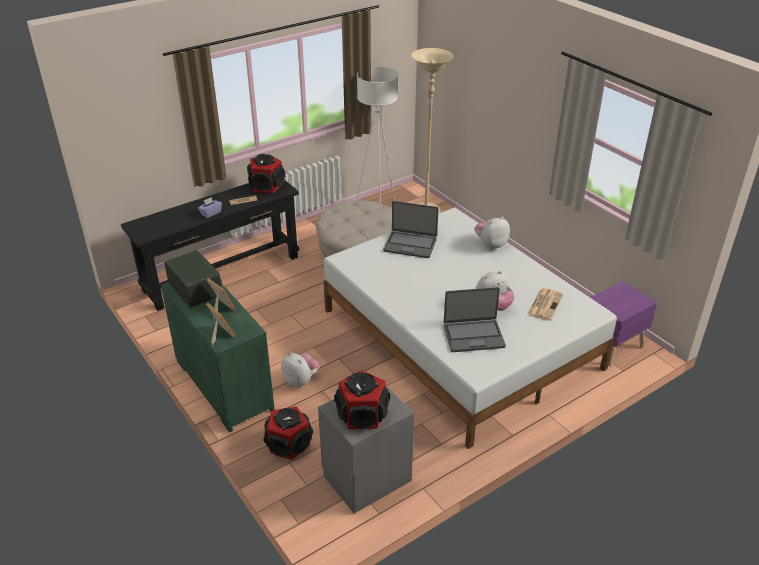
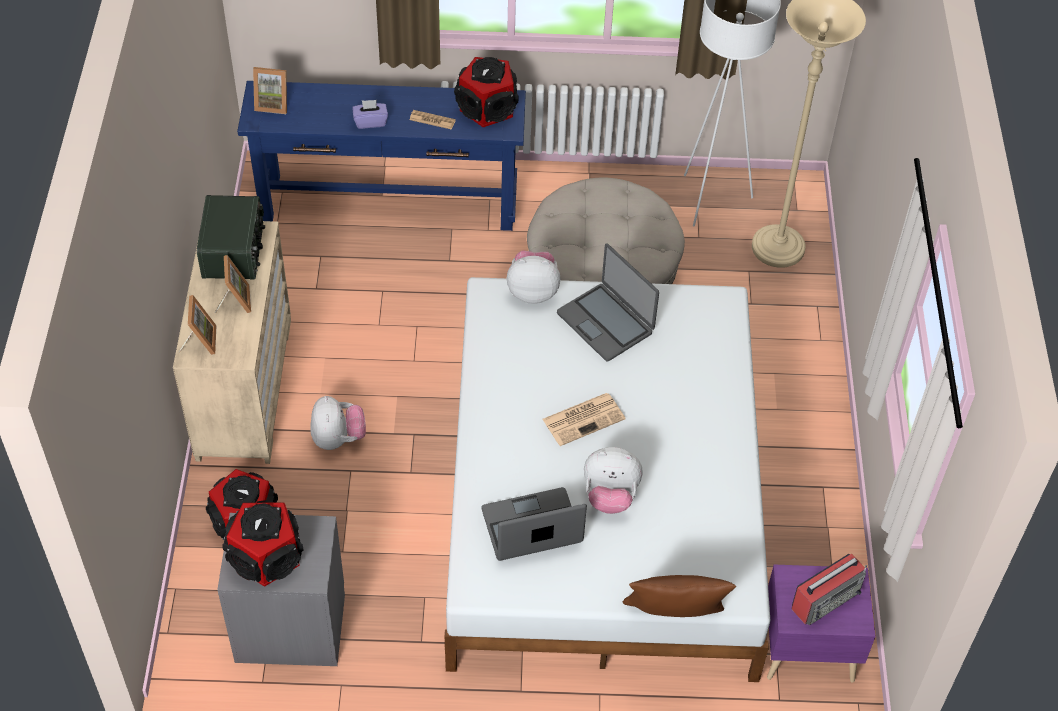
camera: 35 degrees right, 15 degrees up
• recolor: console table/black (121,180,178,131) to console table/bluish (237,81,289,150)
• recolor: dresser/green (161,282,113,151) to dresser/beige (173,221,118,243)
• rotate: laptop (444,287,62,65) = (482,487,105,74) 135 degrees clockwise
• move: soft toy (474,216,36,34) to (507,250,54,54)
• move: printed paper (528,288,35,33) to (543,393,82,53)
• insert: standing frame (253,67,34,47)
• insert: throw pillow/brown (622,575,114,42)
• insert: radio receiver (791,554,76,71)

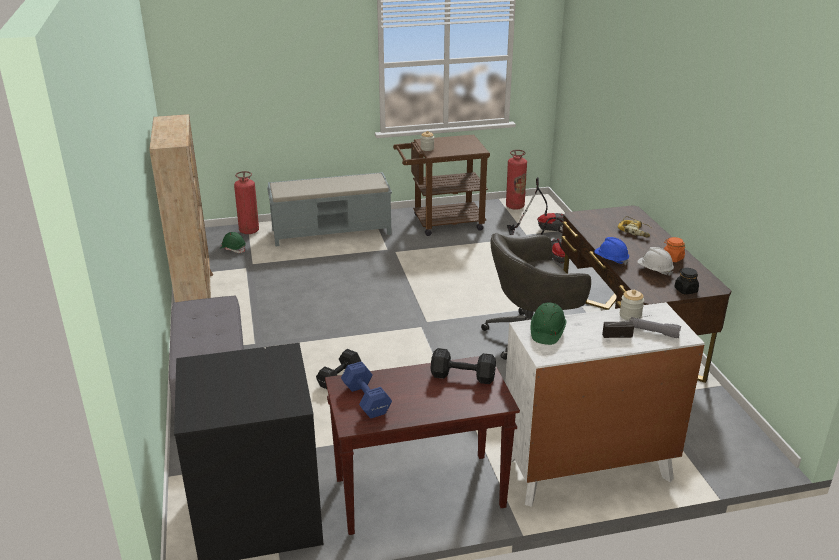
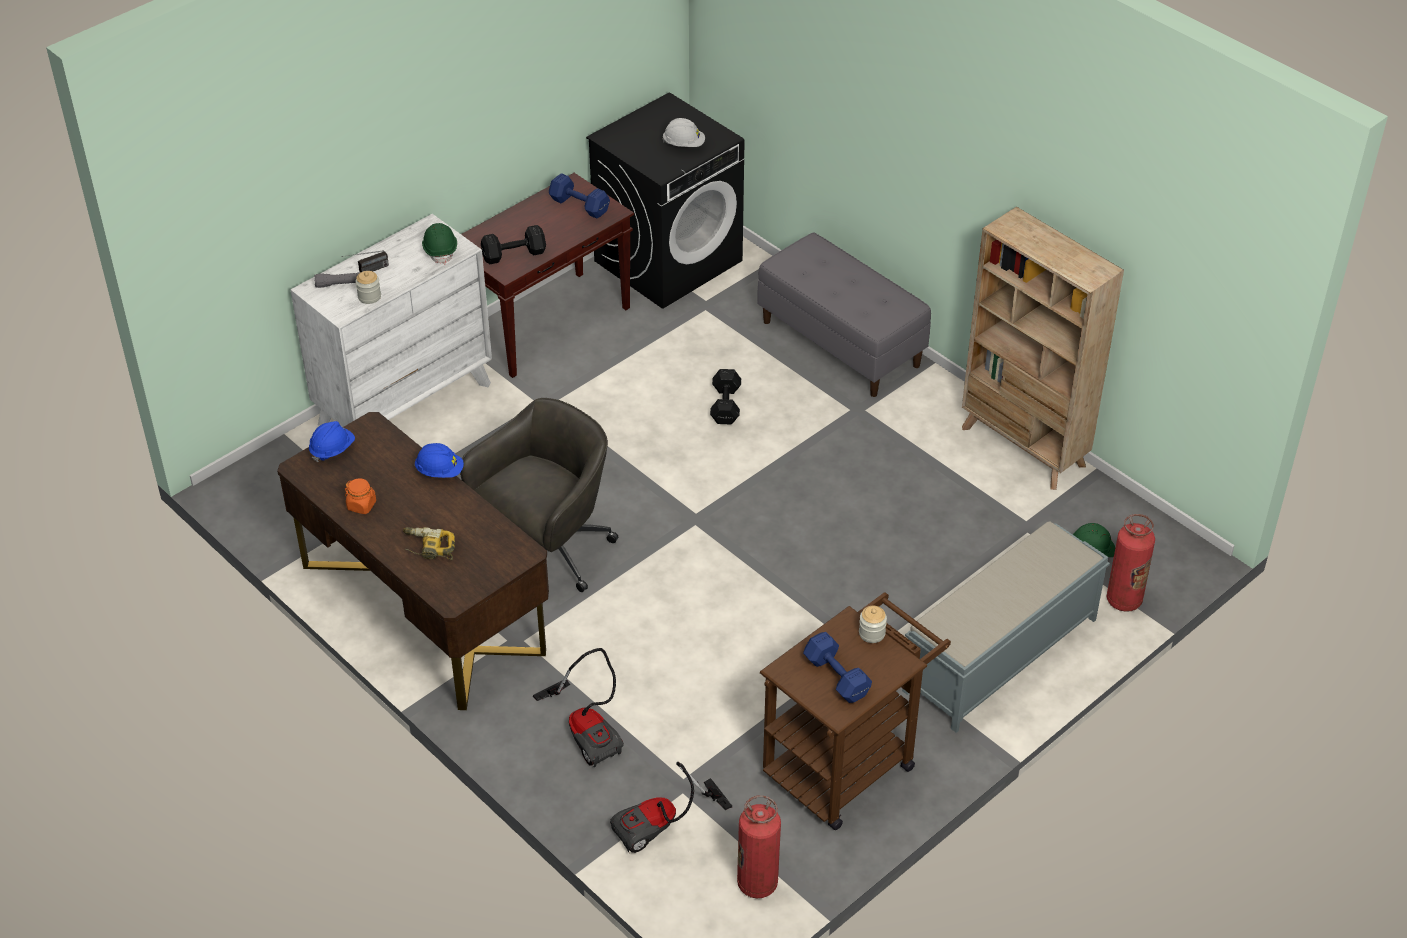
camera: 150 degrees right, 15 degrees up
• move: safety helmet/white (637,247,37,29) to (662,118,43,29)
• replace: preserve jar/black (674,268,25,27) to safety helmet/bluish (309,421,46,41)
• insert: dumbbell/bluish (803,632,69,71)

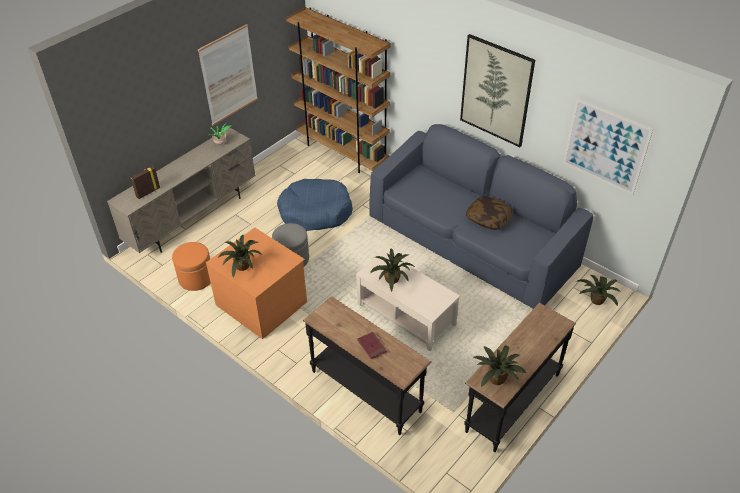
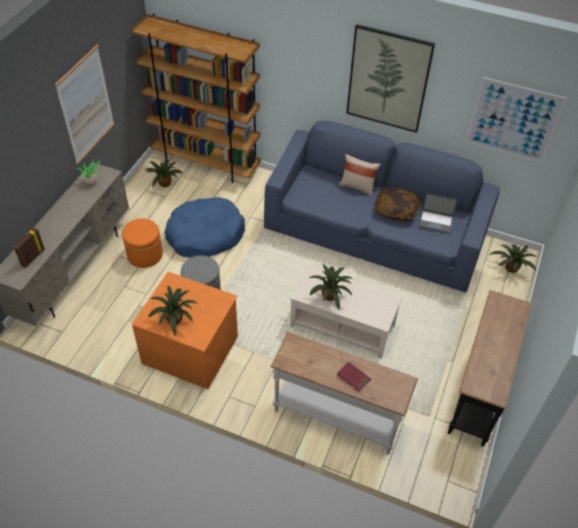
camera: 20 degrees left, 5 degrees up
• move: footrest/orange-coloured (172,242,38,49) to (122,218,41,50)
• recolor: console table/black (303,296,129,139) to console table/white (270,332,148,123)
• move: potted plant (474,346,52,41) to (145,160,38,27)
• insert: throw pillow/beige (339,154,42,42)
• insert: laptop (418,193,40,41)

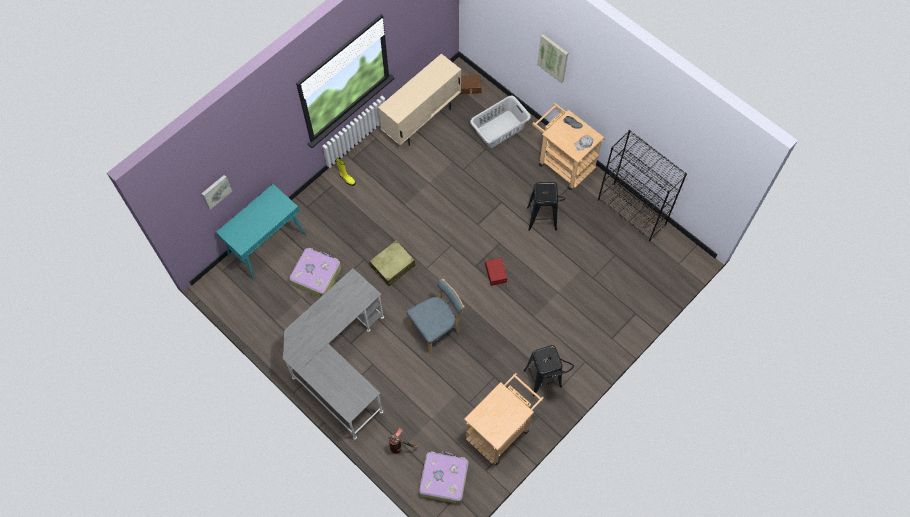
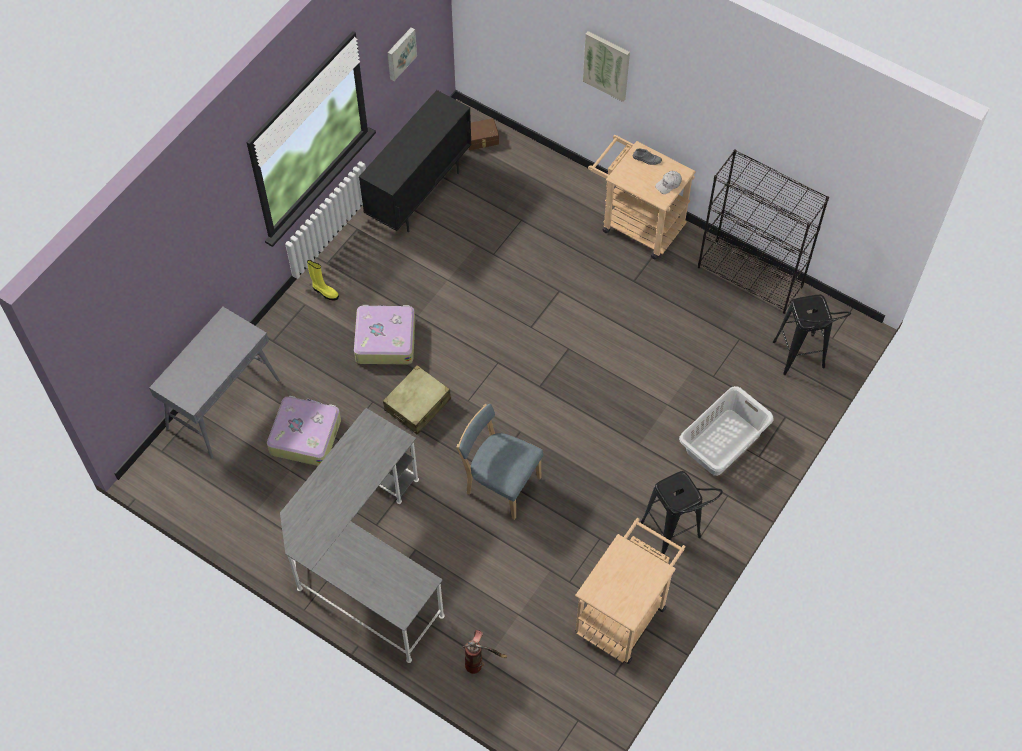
camera: 10 degrees left, 5 degrees down
• move: wall art (201,175,31,35) to (387,27,30,54)
• recolor: console table/turquoise (216,184,90,97) to console table/gray (149,307,130,152)
• recolor: storage cabinet/beige (378,54,83,92) to storage cabinet/black (359,90,113,142)
• rotate: upright chair/bluish (407,279,57,75) = (457,404,86,116) 105 degrees counterclockwise
• move: suitcase (419,451,50,53) to (354,305,61,60)
• move: laundry basket/gray (470,96,61,52) to (679,386,95,90)
• delete: storage container/red (485,258,22,28)
• move: stool/black (527,182,39,49) to (773,295,78,80)

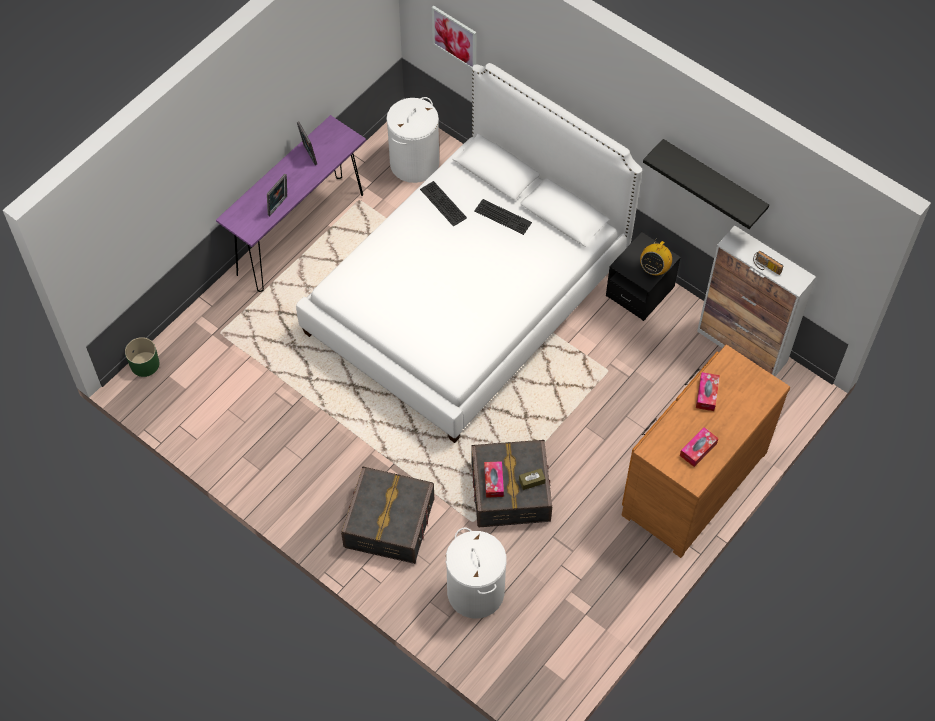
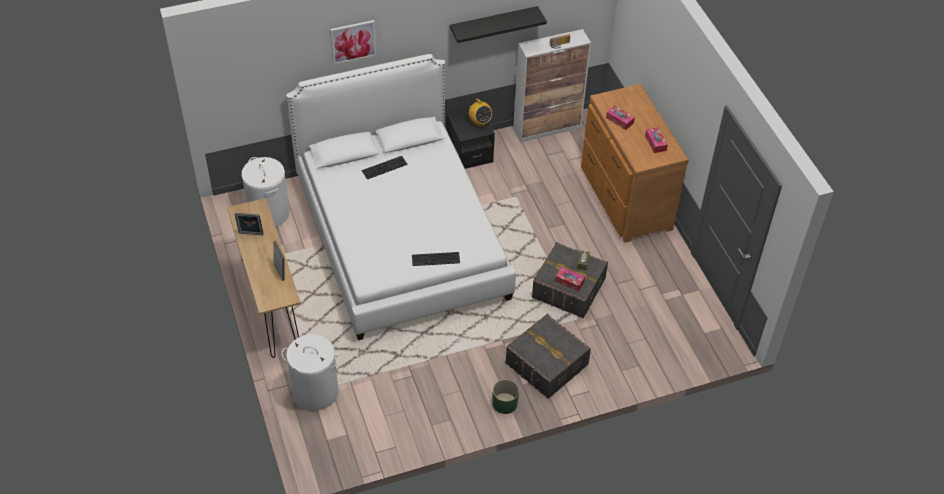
camera: 60 degrees left, 10 degrees down
• move: plant pot/green (125,337,34,40) to (493,379,26,35)
• recolor: console table/purplish (216,115,150,177) to console table/brown (227,198,74,160)
• move: PC keyboard (420,181,47,45) to (412,252,48,14)
• move: wall art (432,5,44,64) to (330,20,46,45)
• move: laundry basket/white (446,528,61,90) to (281,334,59,77)

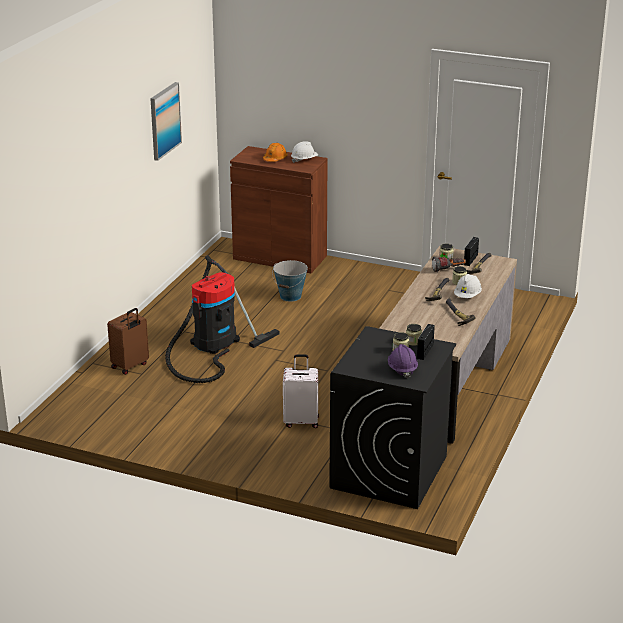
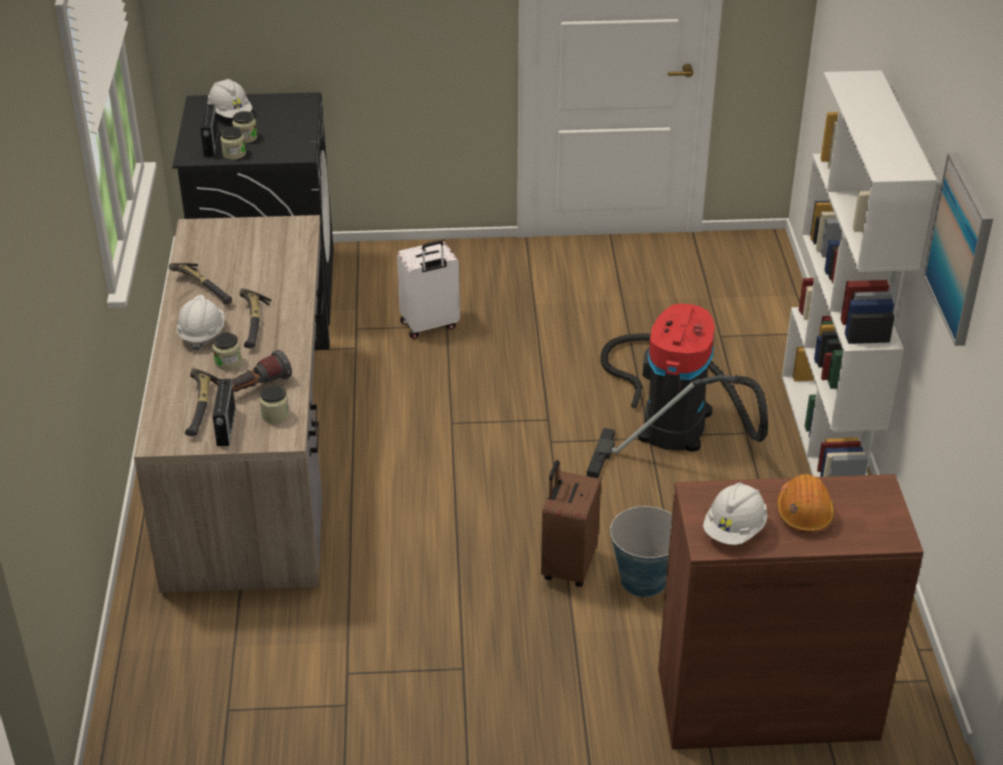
camera: 155 degrees right, 10 degrees up
• move: suitcase/brown (107,308,42,67) to (541,460,60,127)
• recolor: safety helmet/purplish (388,344,30,34) to safety helmet/white (207,79,45,39)
• insert: shelving unit/white (782,71,155,406)

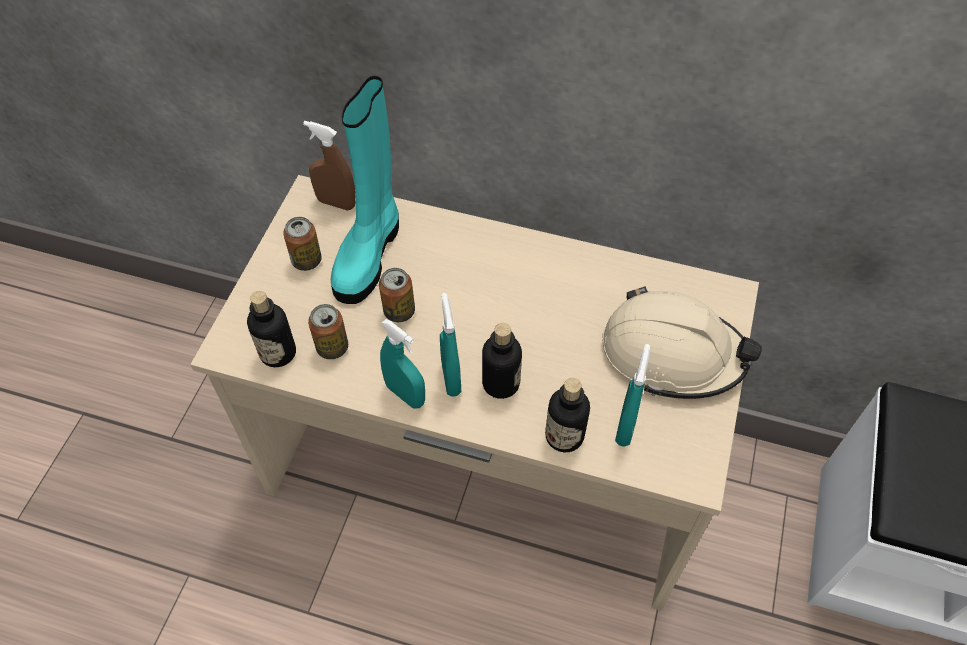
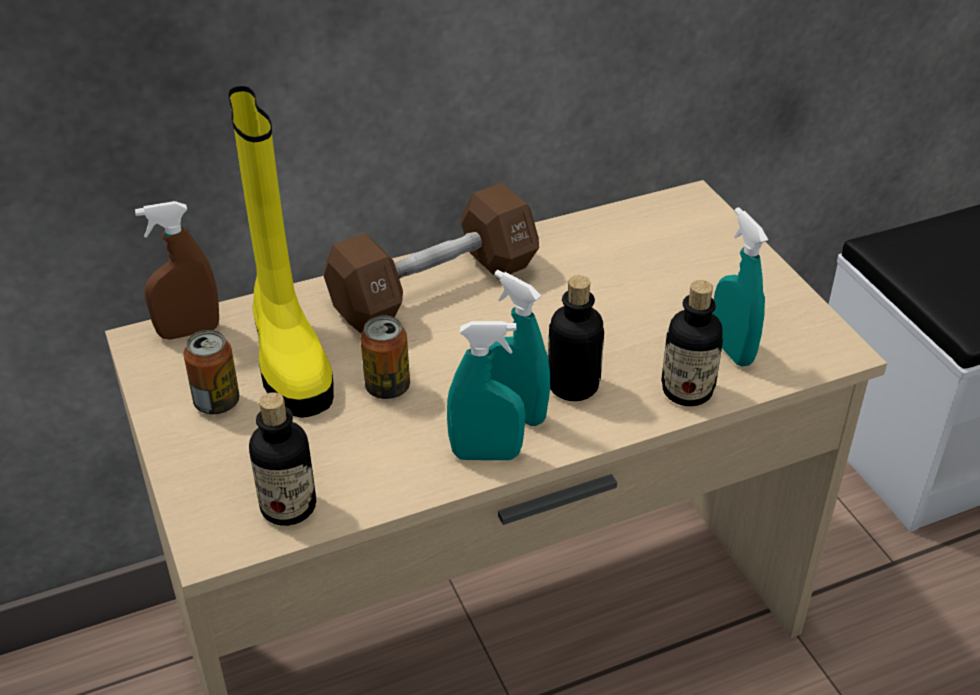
camera: 40 degrees left, 15 degrees down
• delete: can (308,304,40,55)
• recolor: tall boot/turquoise (331,76,68,228) to tall boot/yellowish (228,86,106,332)
• delete: safety helmet/beige (602,286,160,113)
• insert: dumbbell/brown (324,183,215,150)

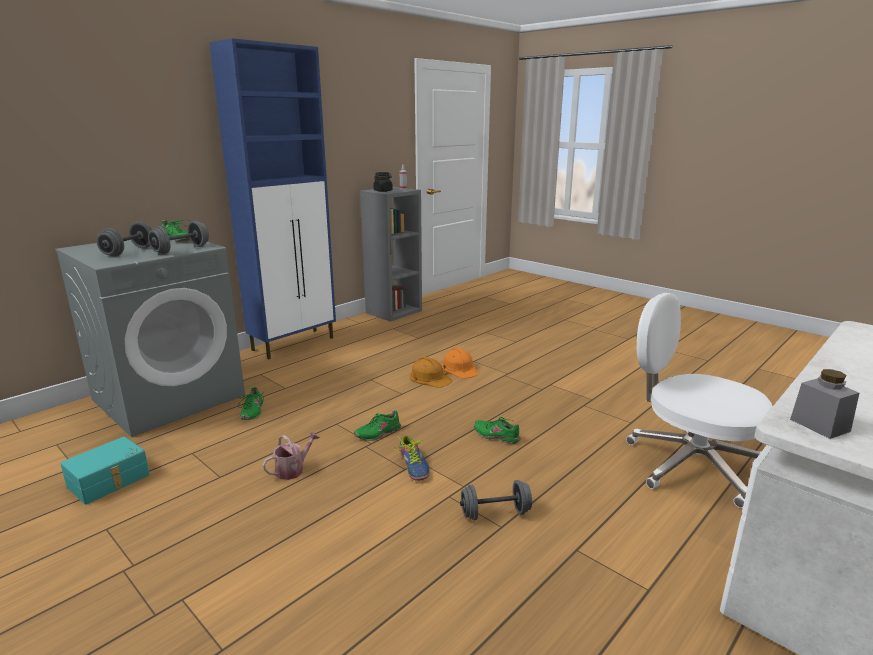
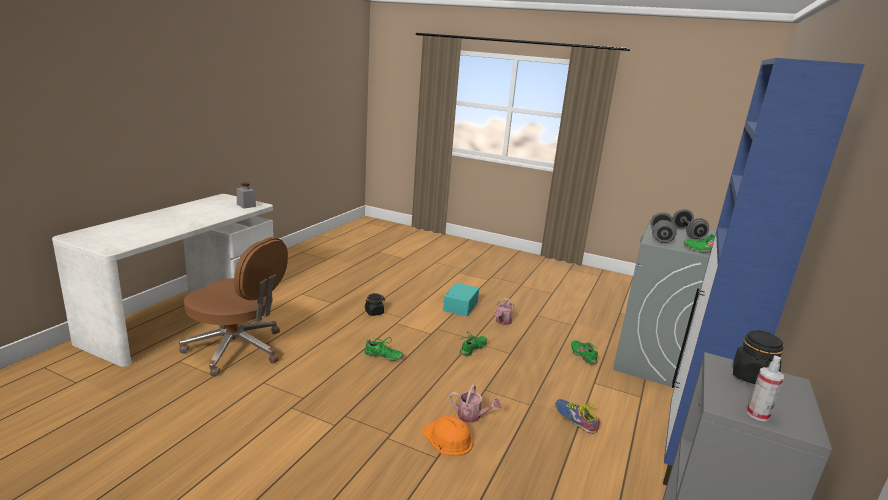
camera: 160 degrees right, 0 degrees up
• move: storage container/turquoise (60,436,90,69) to (443,283,36,33)
• move: item of footwear (394,435,36,46) to (555,399,45,35)
• replace: safety helmet/orange-coloured (410,357,43,31) to watering pot (449,385,52,38)
• replace: dumbbell/gray (460,480,72,40) to preserve jar/black (365,293,20,23)
• recolor: computer chair/white (626,293,147,215) to computer chair/brown (179,237,109,140)

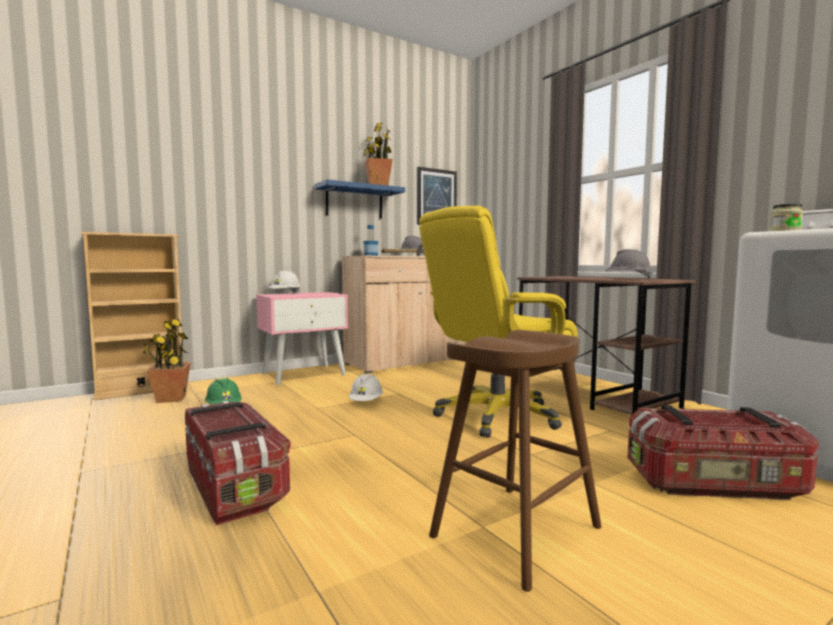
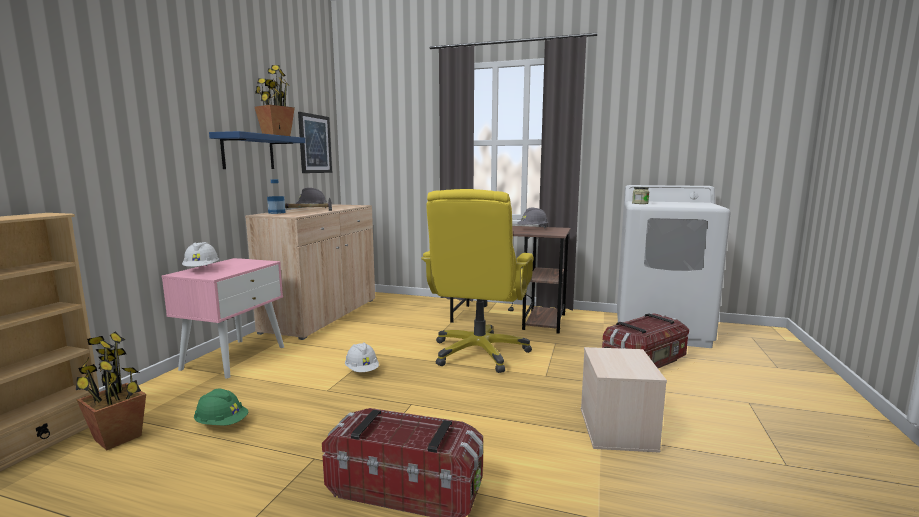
camera: 40 degrees left, 5 degrees up
• replace: stool/brown (429,330,172,262) to storage container/beige (581,347,86,106)

